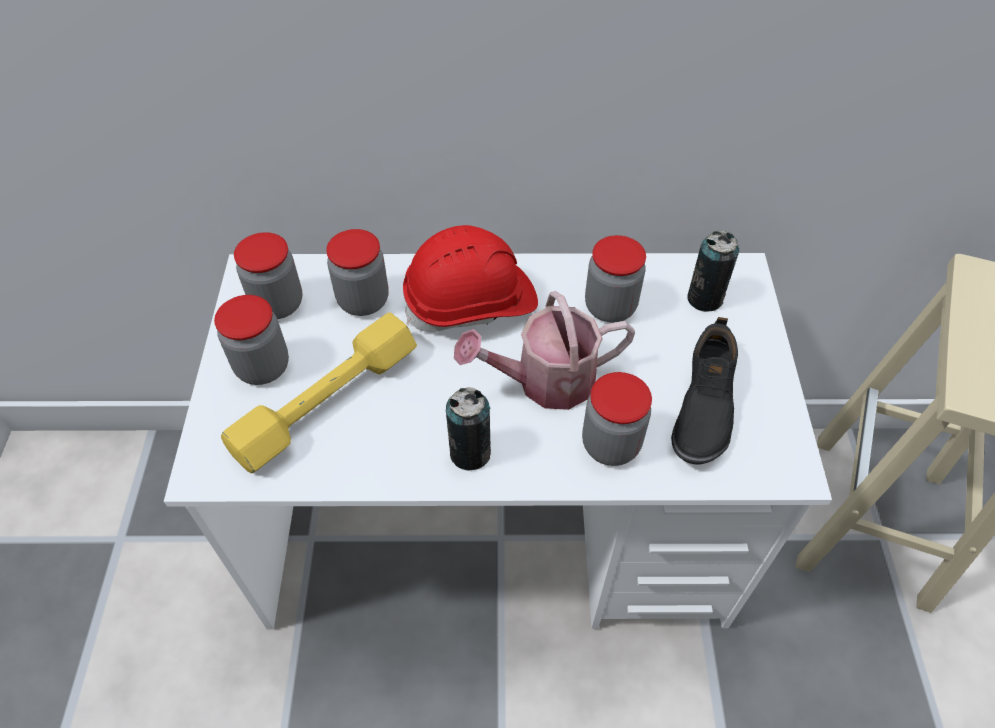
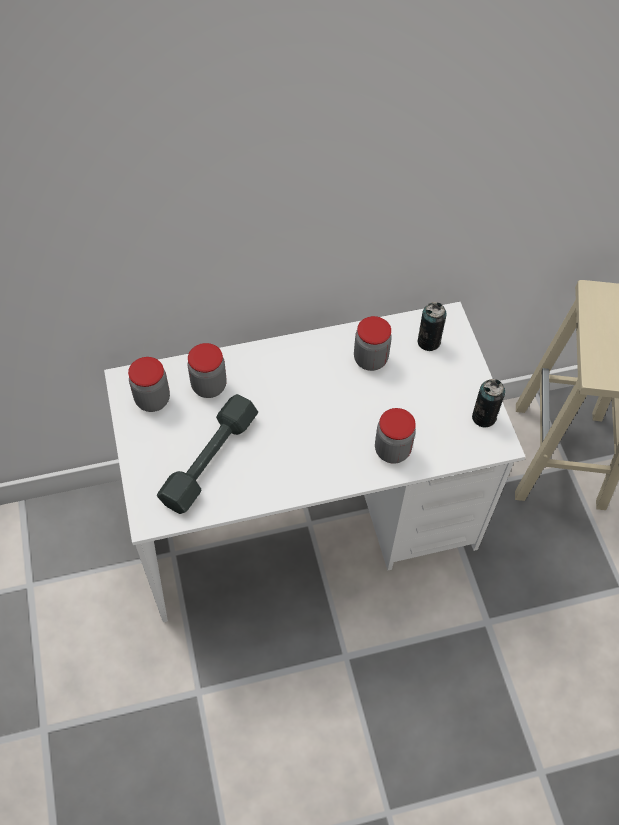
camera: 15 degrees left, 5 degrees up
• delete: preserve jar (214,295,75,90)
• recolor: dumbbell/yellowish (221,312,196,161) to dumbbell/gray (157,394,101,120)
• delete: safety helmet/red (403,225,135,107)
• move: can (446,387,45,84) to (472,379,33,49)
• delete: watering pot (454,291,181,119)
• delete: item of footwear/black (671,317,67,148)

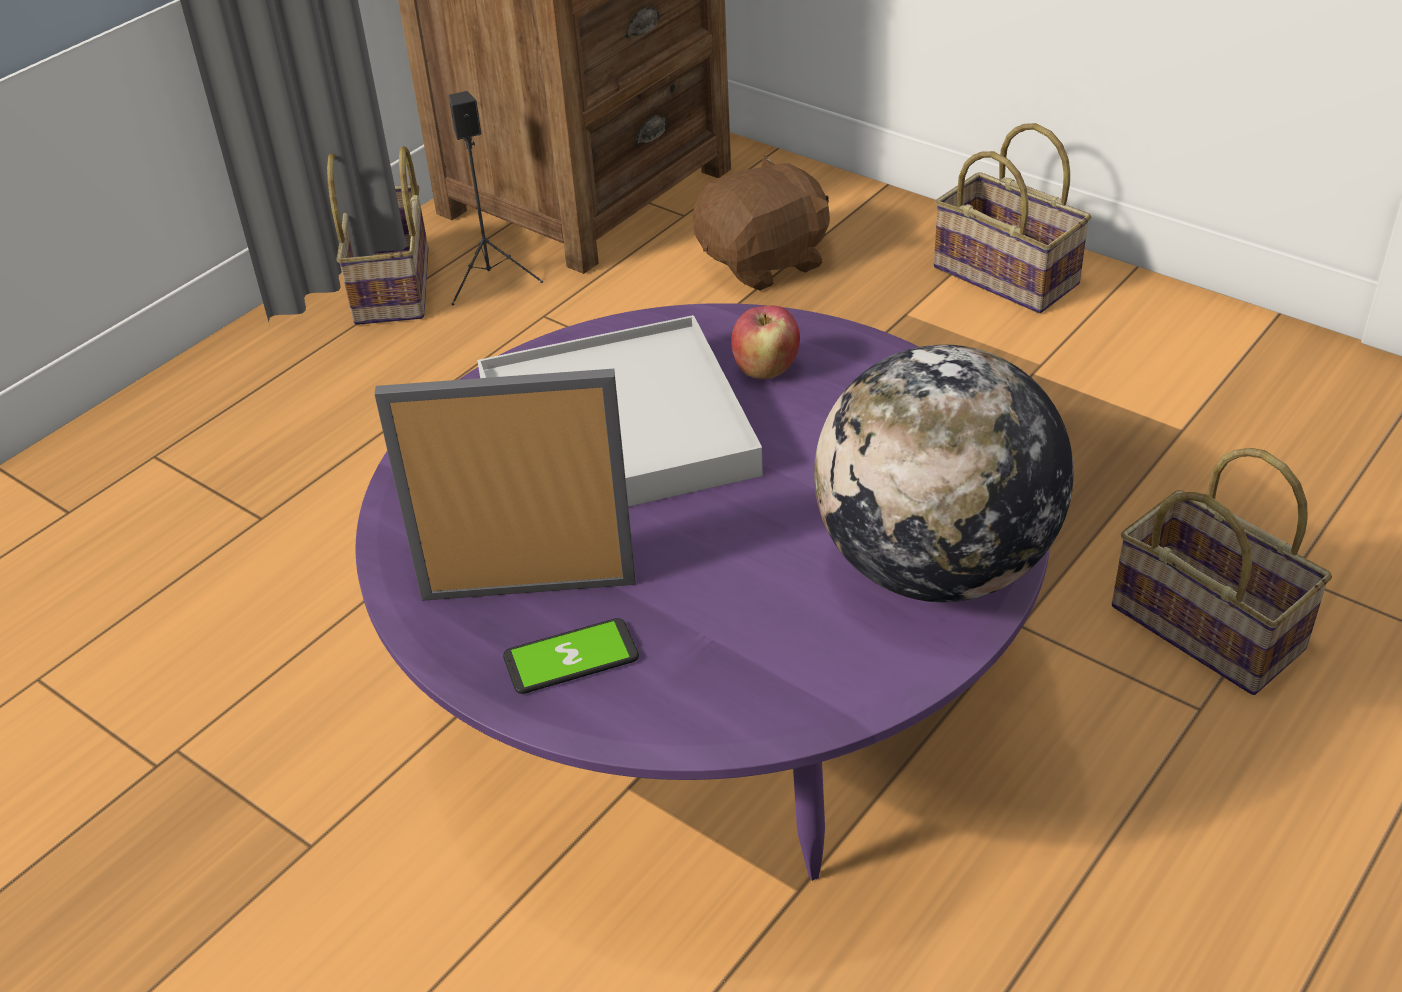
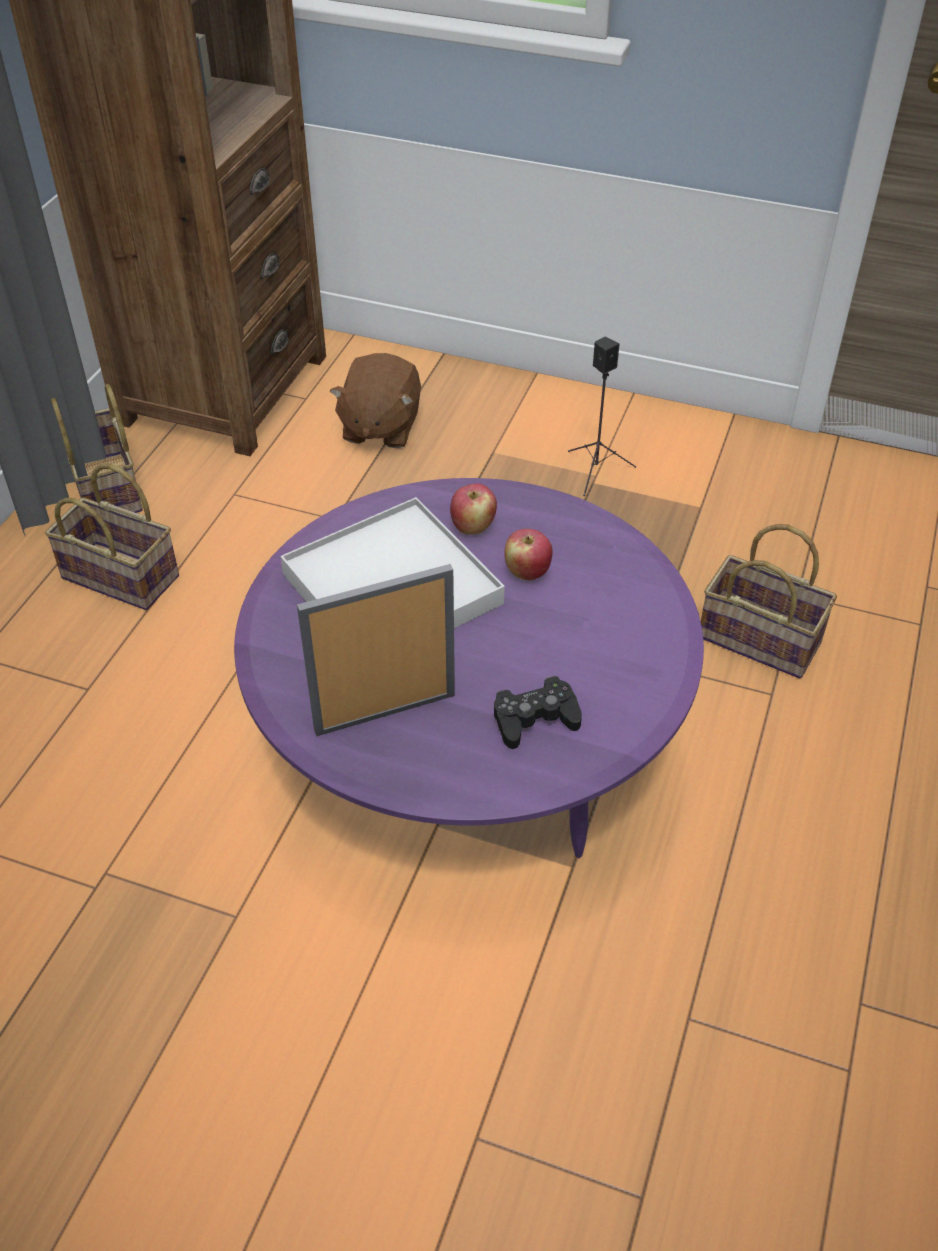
camera: 20 degrees left, 5 degrees up
• move: audio speaker/black (448,91,95,214) to (568,336,68,160)
• delete: phone (503,618,136,76)
• rotate: soft toy/brown (693,156,137,135) = (329,353,92,95) 150 degrees clockwise
• delete: desk globe (814,344,260,258)
• move: basket (934,123,157,190) to (45,463,134,147)
• insert: joypad/black (494,676,88,73)
• insert: apple fruit (504,529,49,51)

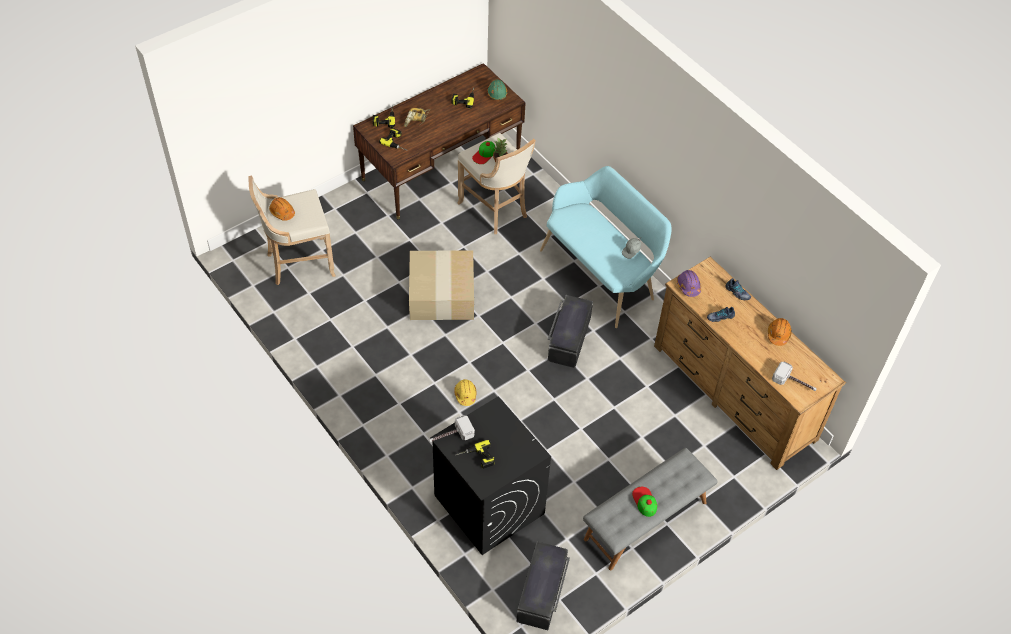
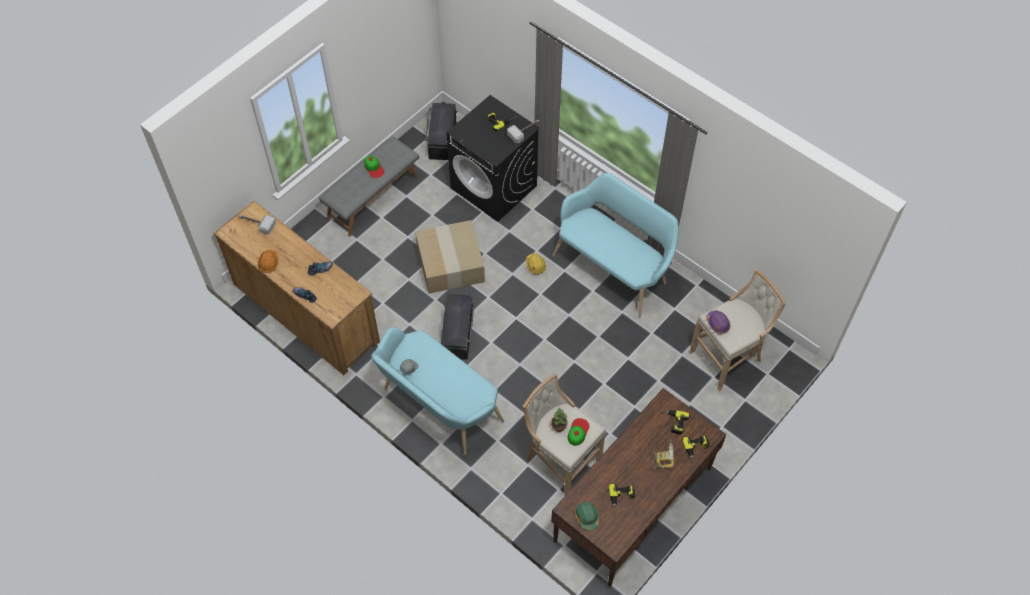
camera: 170 degrees right, 5 degrees up
• delete: safety helmet/orange-coloured (269,197,26,24)
• move: packing box (409,250,65,70) to (415,220,70,74)
• move: safety helmet/purplish (677,270,24,27) to (706,310,24,24)
• insert: long seat/turquoise (552,173,127,145)

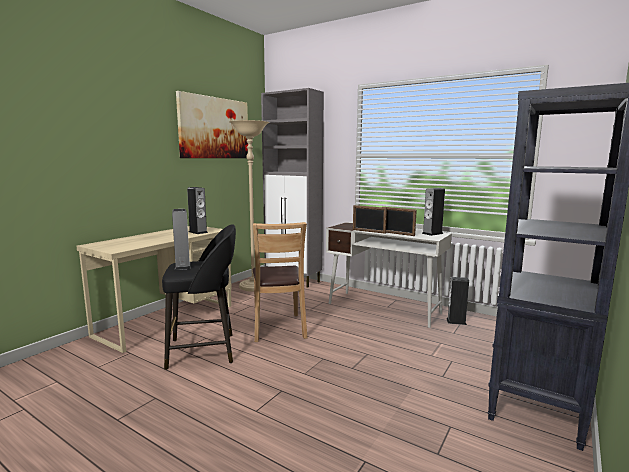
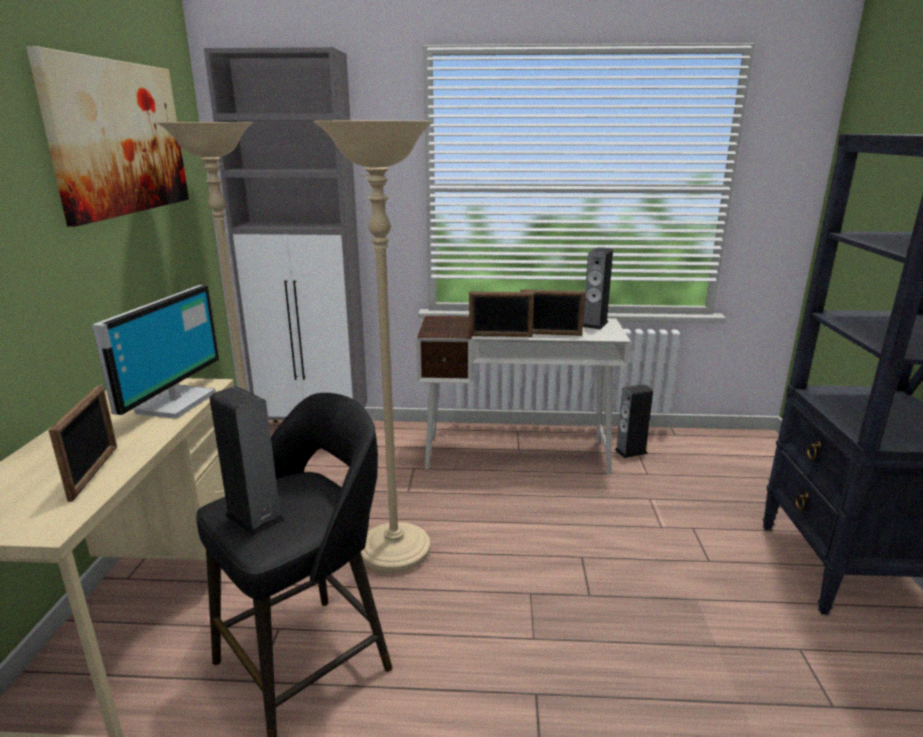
camera: 30 degrees left, 10 degrees up
• replace: audio speaker (187,187,21,47) to computer display (92,285,127,134)
• replace: upright chair/brown (253,222,54,120) to floor lamp/beige (313,121,121,452)
• insert: standing frame (48,385,69,117)

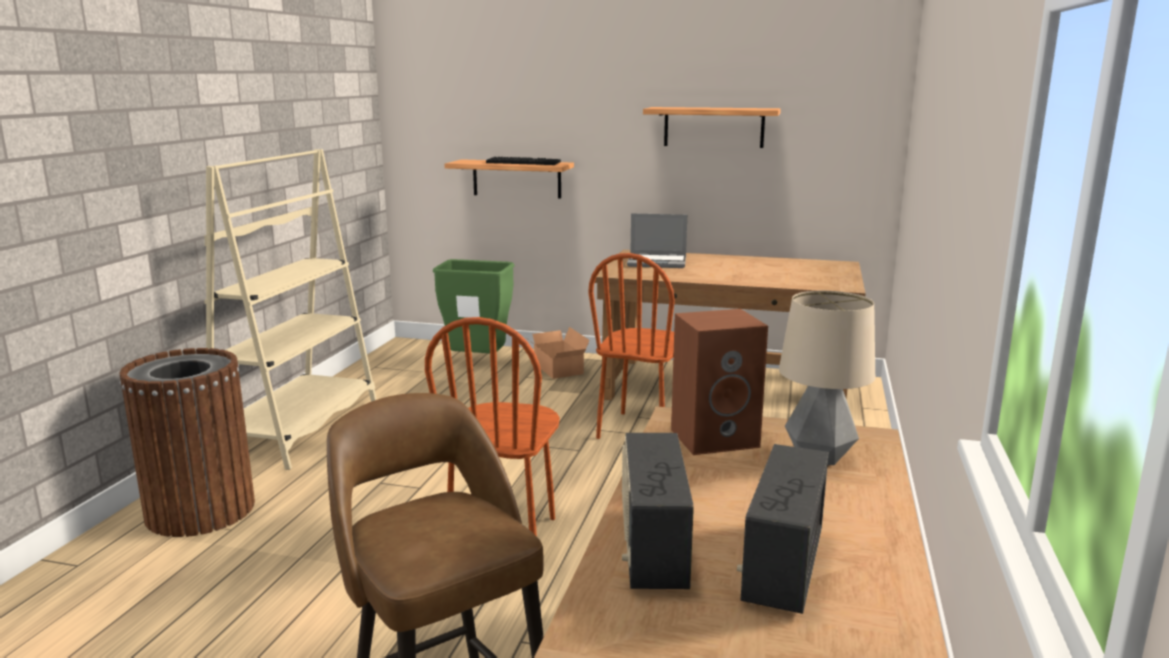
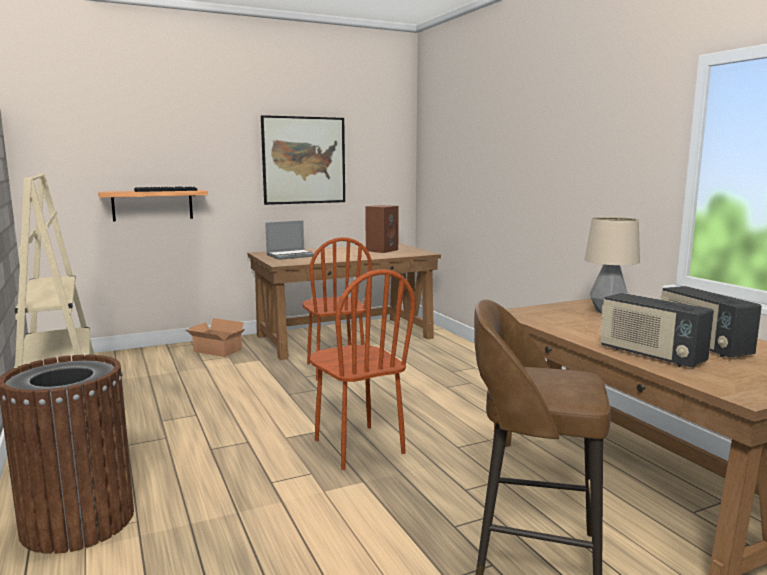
camera: 40 degrees left, 5 degrees down
• delete: rubbish bin/green (433,259,81,94)
• replace: bracket shelf (643,107,138,41) to wall art (261,115,84,90)
• move: audio speaker/brown (671,309,97,146) to (365,205,34,48)

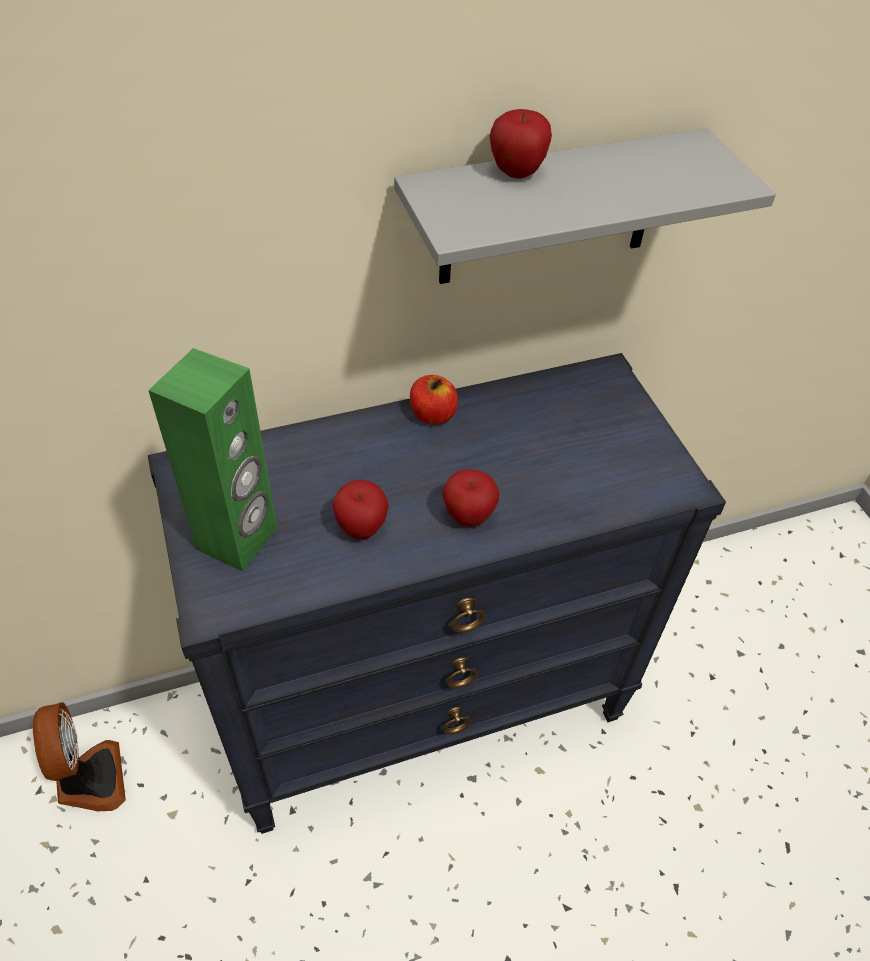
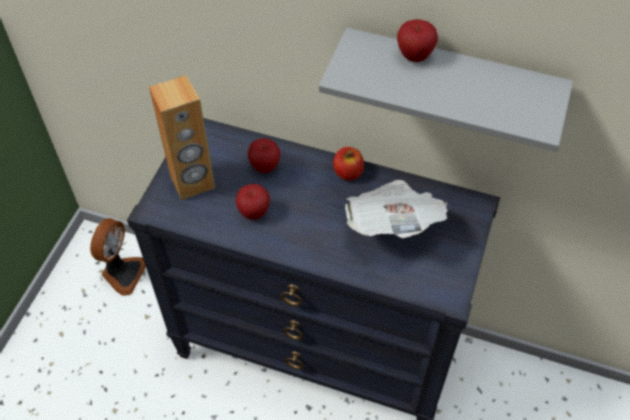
camera: 40 degrees right, 5 degrees up
• recolor: audio speaker/green (148,348,129,224) to audio speaker/brown (149,75,66,125)
• move: apple fruit (442,469,57,58) to (248,138,32,35)
• insert: printed paper (345,180,102,58)

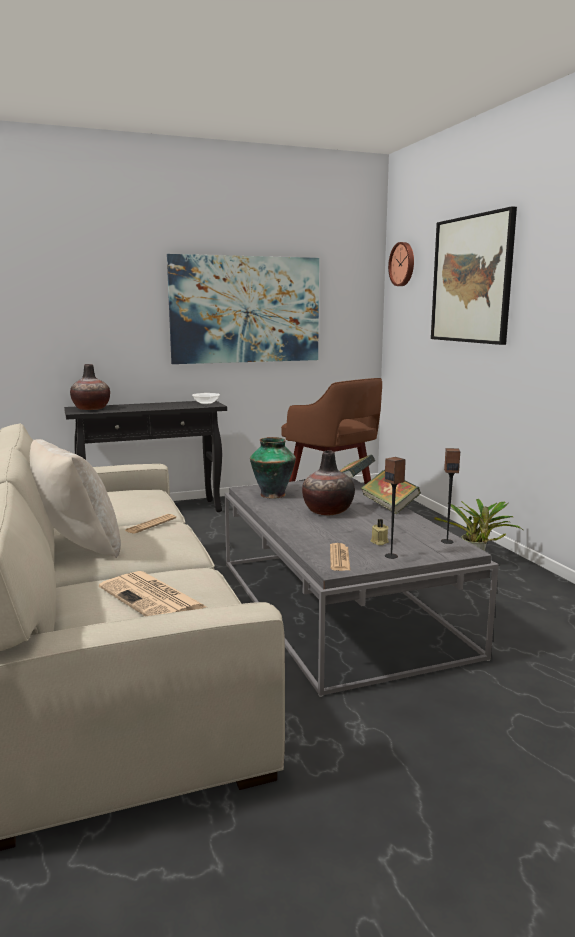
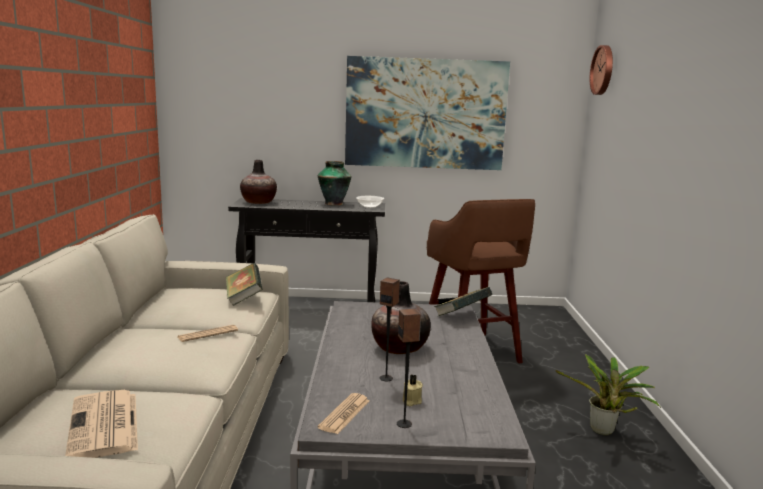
camera: 20 degrees right, 0 degrees up
• delete: throw pillow/beige (30,439,91,119)
• move: decorative vase (250,437,46,62) to (318,161,34,45)
• move: bound book (361,470,60,44) to (225,263,37,43)
• delete: wall art (431,206,86,139)
• move: audio speaker (441,448,19,96) to (380,277,20,104)

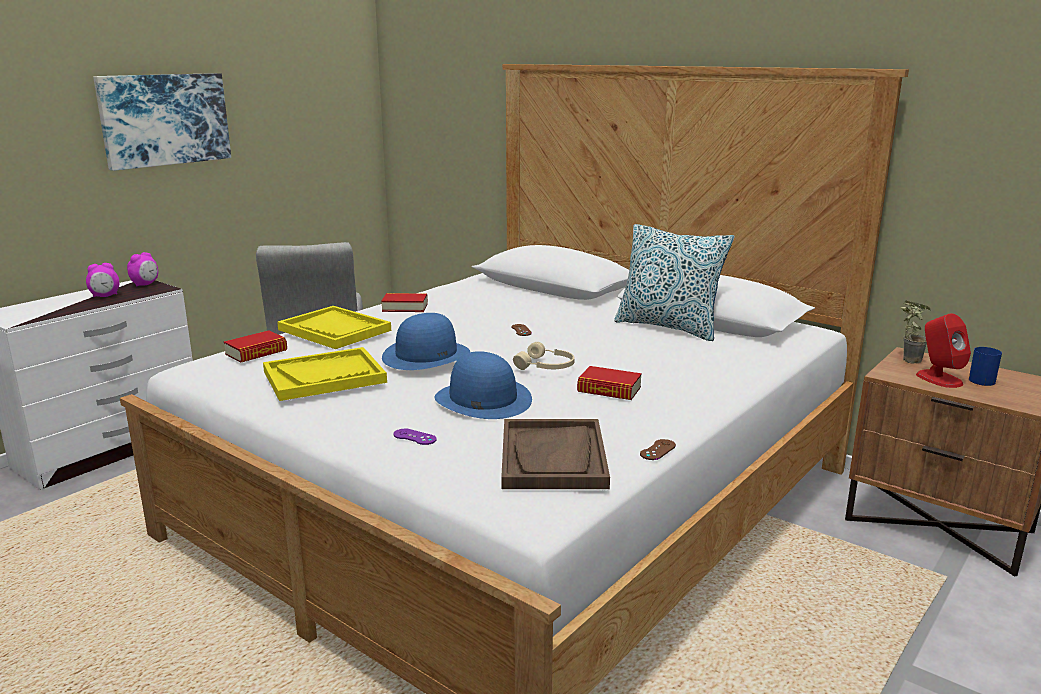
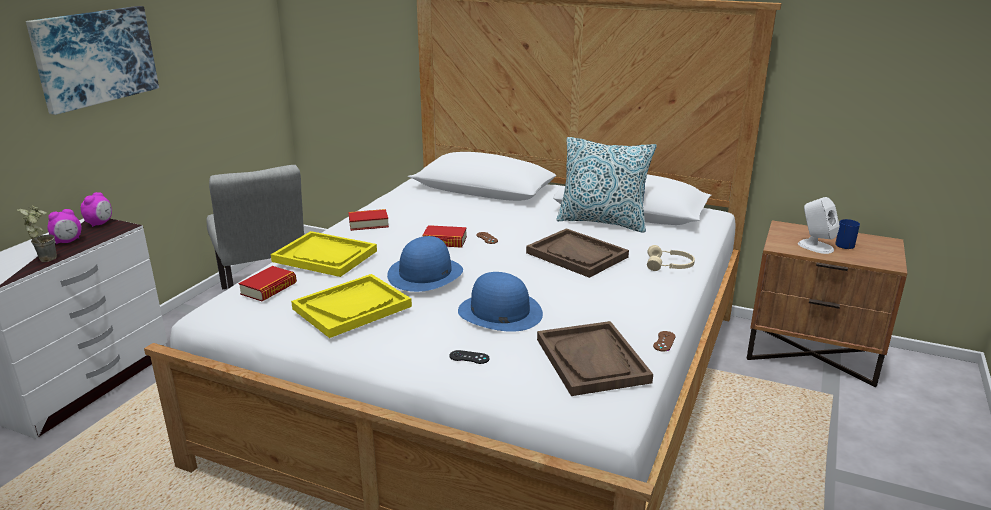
camera: 15 degrees left, 5 degrees up
• recolor: joypad/purplish (393,429,44,16) to joypad/black (449,350,40,14)
• move: headset/beige (513,342,62,28) to (647,245,48,26)
• move: bound book (577,366,65,34) to (422,225,45,23)
• move: potted plant (901,301,30,63) to (17,205,40,57)
• recolor: audio speaker/red (916,314,55,74) to audio speaker/white (798,197,42,57)
• insert: carrying tray/brown (526,228,103,50)

